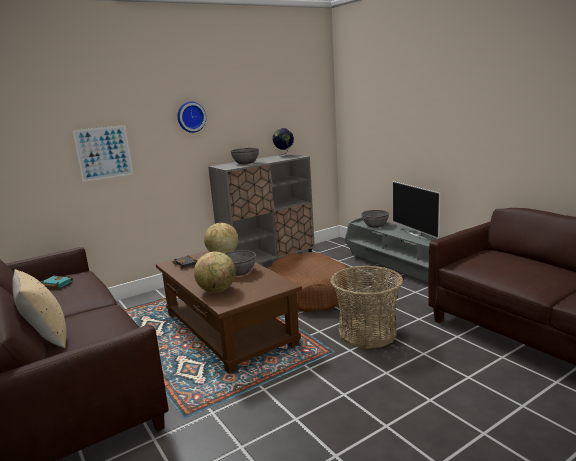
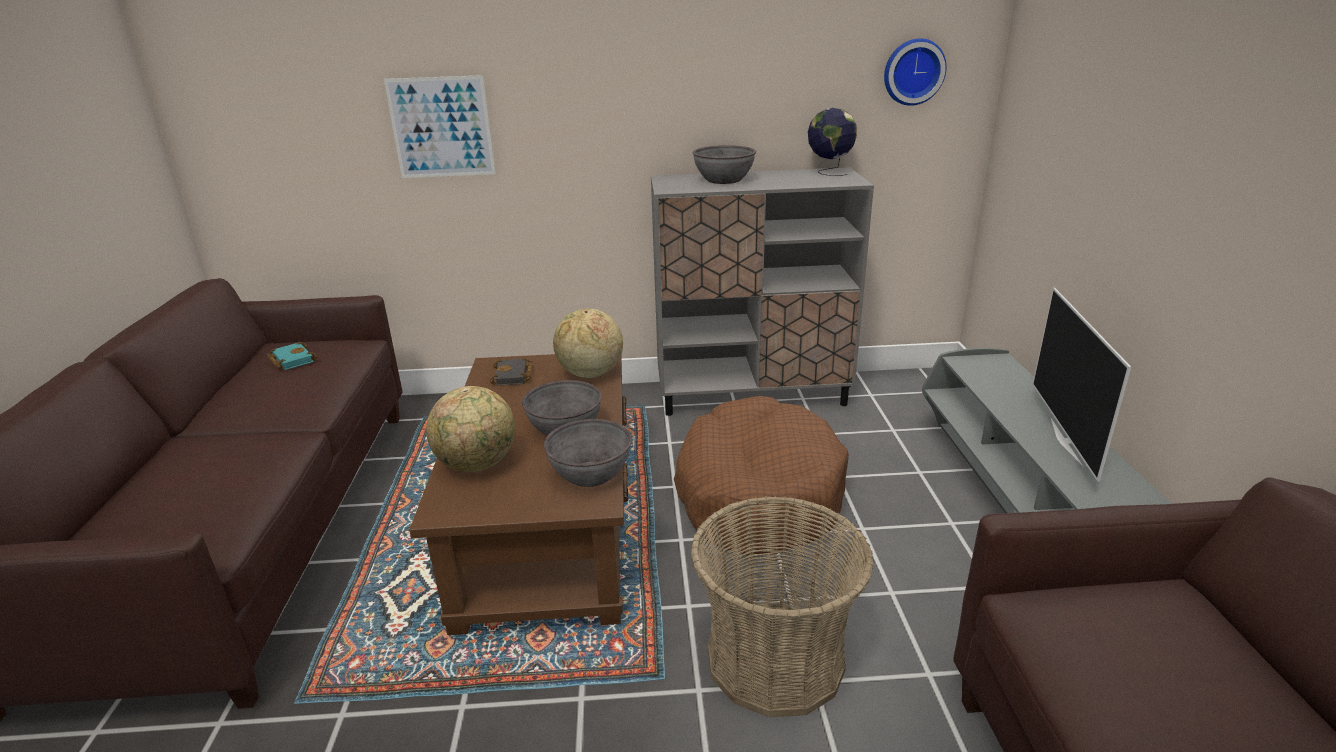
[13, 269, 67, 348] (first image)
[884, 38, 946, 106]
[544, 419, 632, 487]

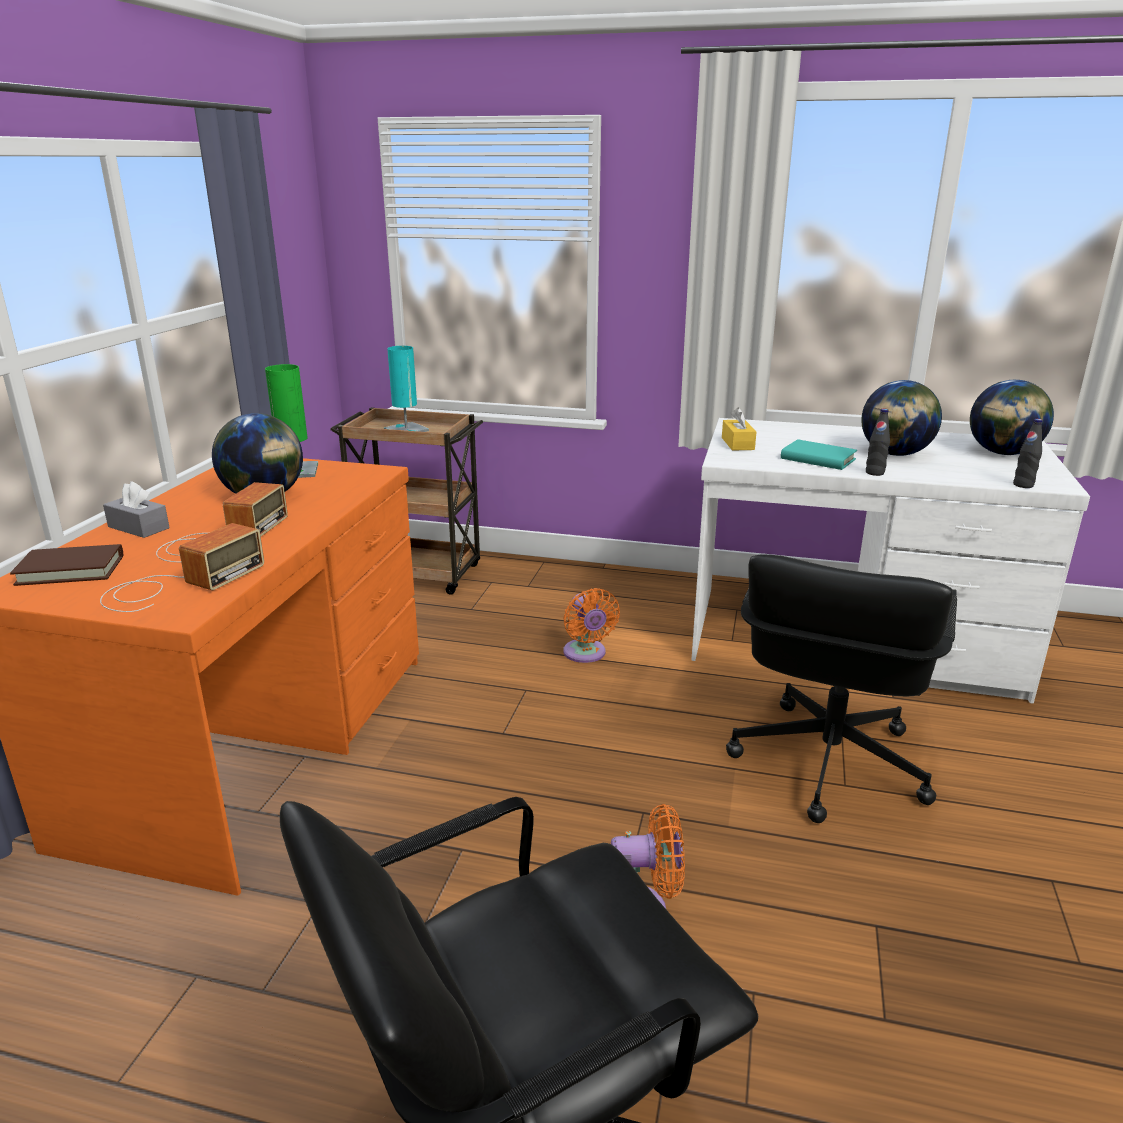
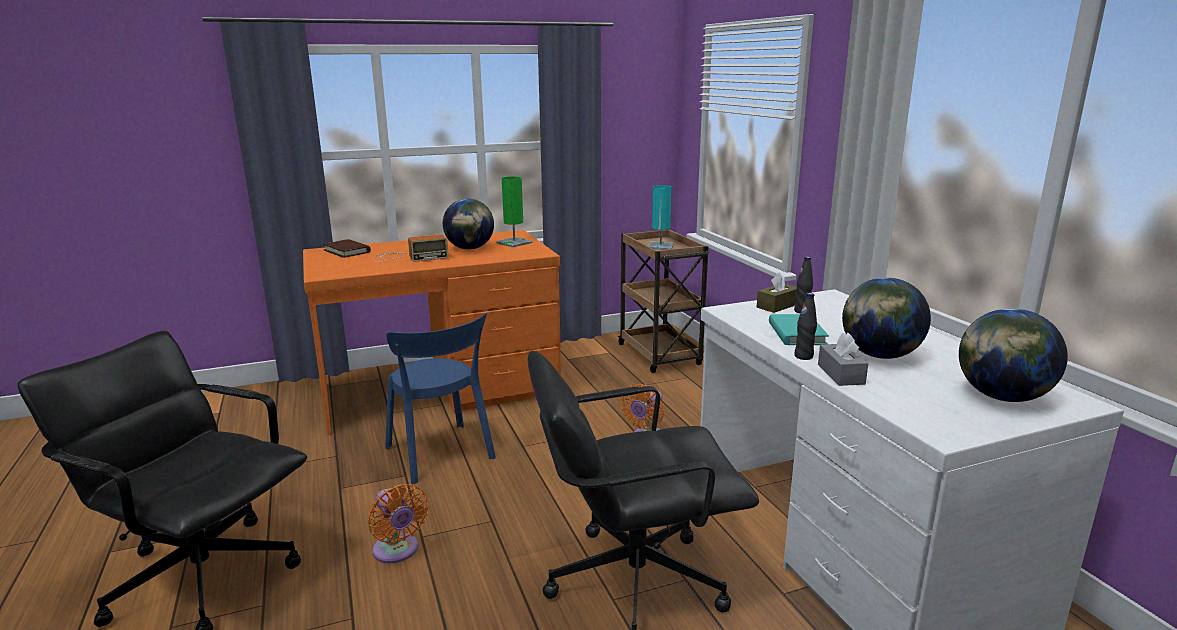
[100, 523, 264, 612] (first image)
[818, 333, 868, 386]
[757, 272, 797, 313]
[794, 256, 813, 313]
[385, 312, 496, 484]

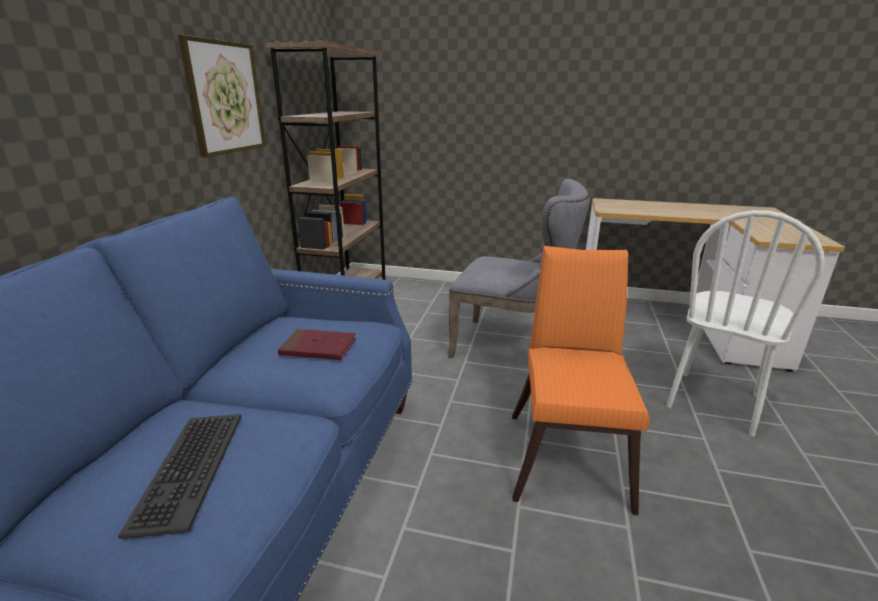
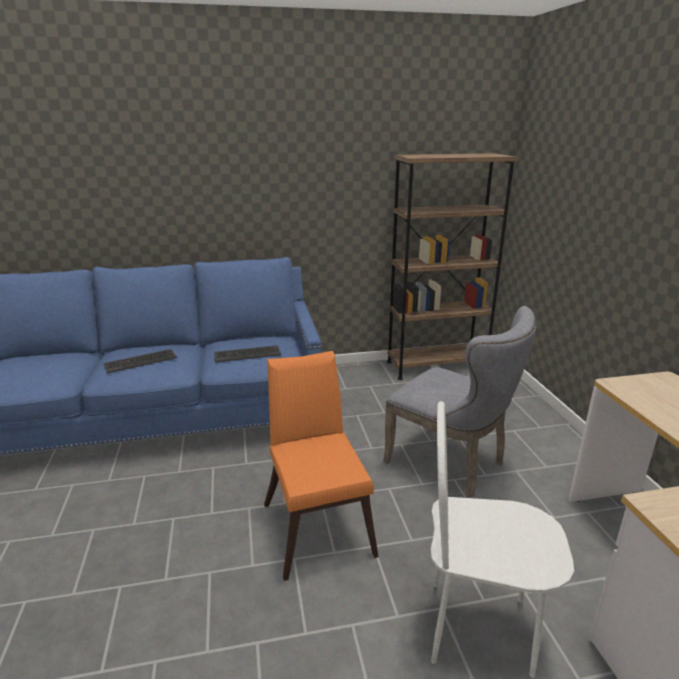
[178, 35, 266, 157] (first image)
[214, 345, 281, 362]
[383, 306, 536, 498]
[264, 351, 379, 581]

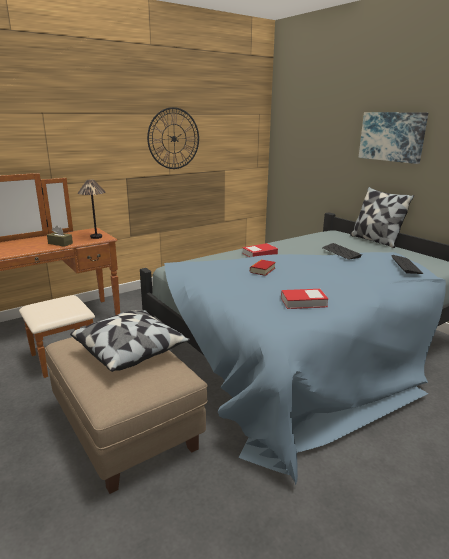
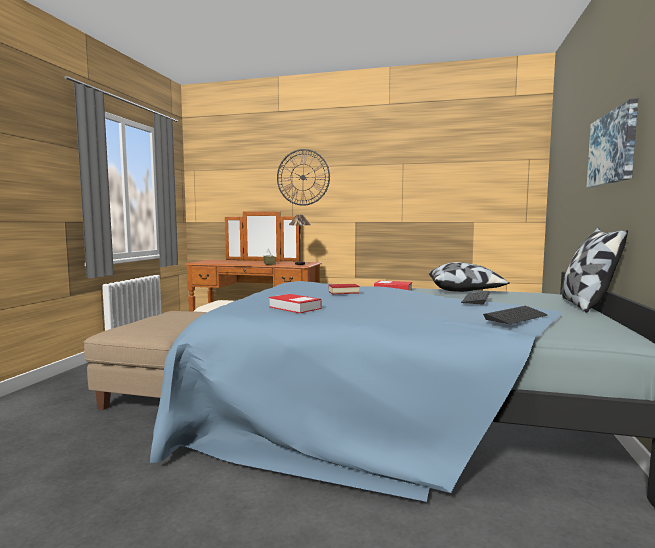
[429, 262, 510, 292]
[277, 149, 330, 206]

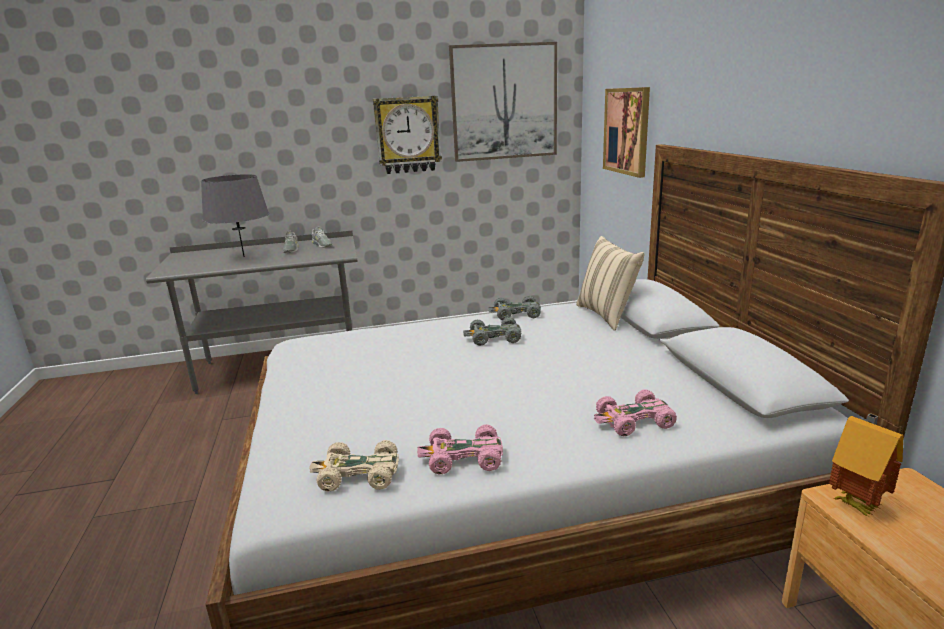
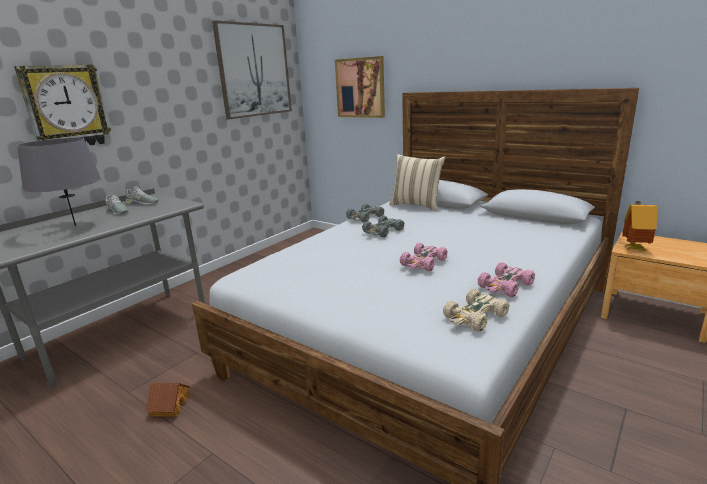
[14, 65, 111, 145]
[400, 243, 448, 271]
[145, 383, 190, 417]

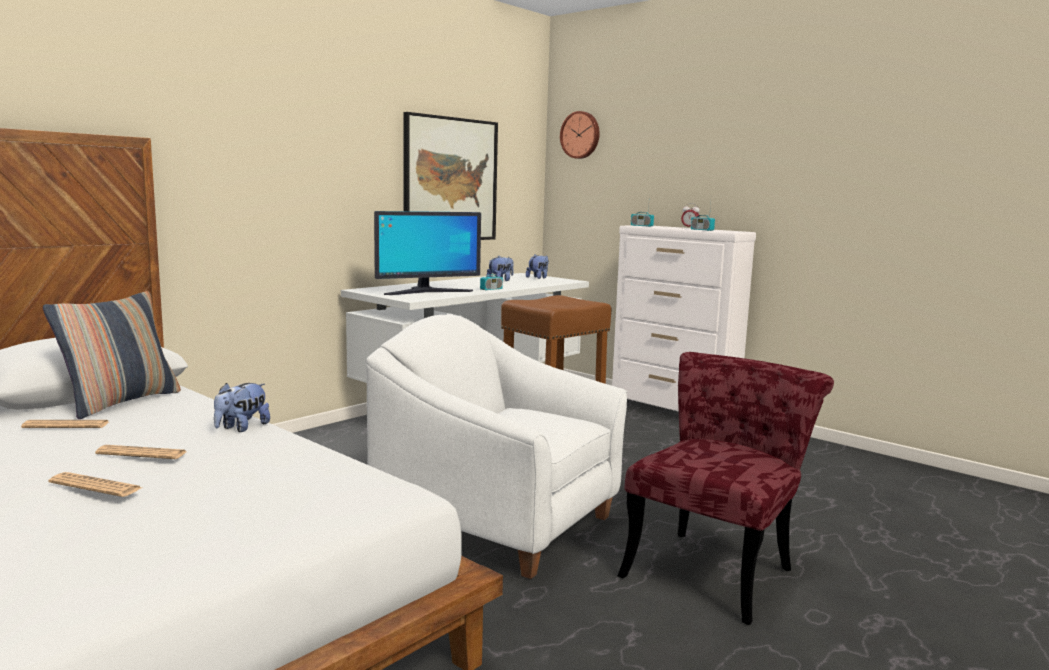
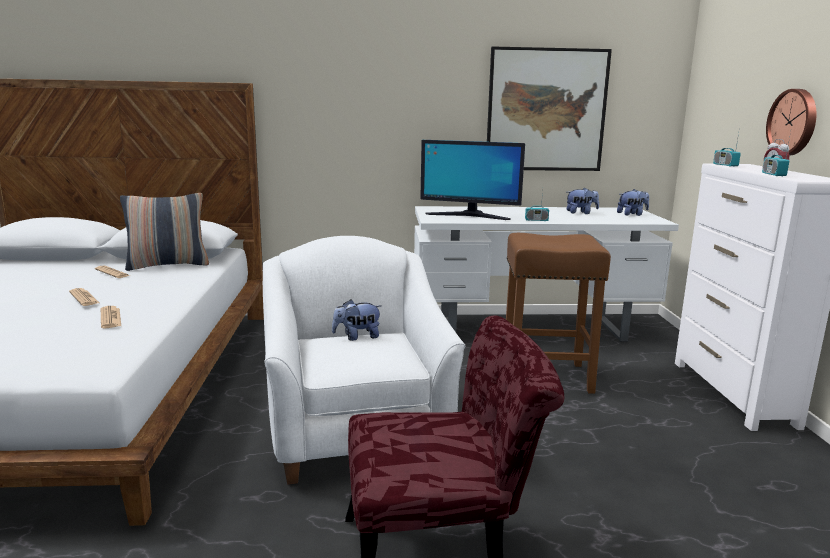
[101, 306, 121, 328]
[332, 299, 382, 341]
[766, 89, 817, 156]

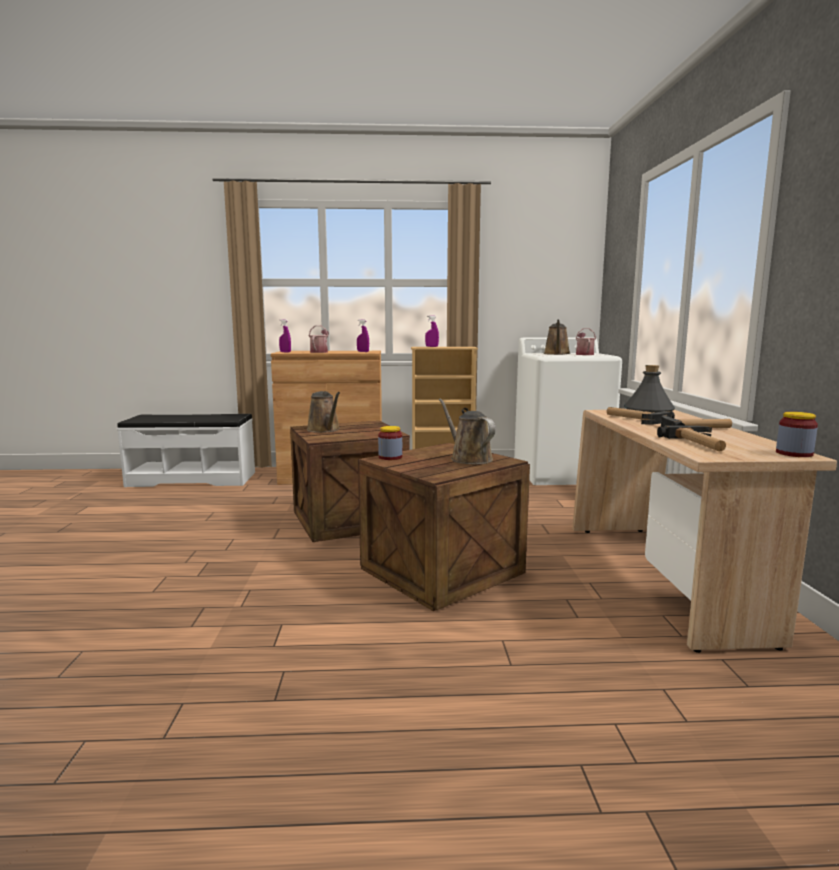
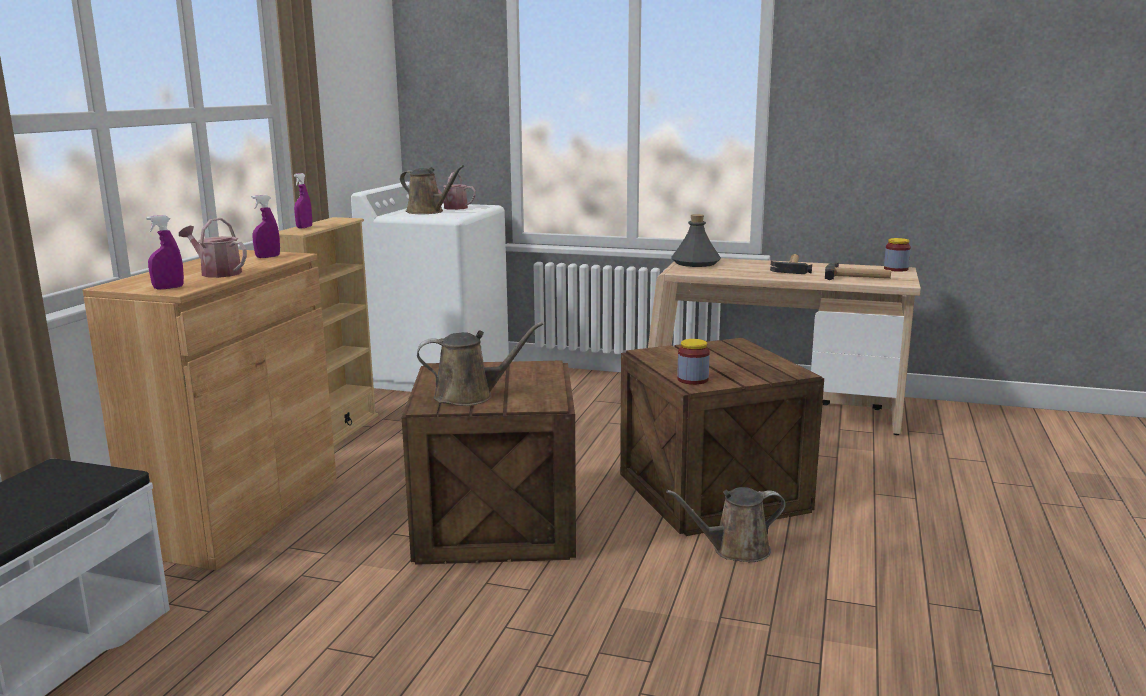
[666, 487, 786, 562]
[607, 407, 675, 425] (first image)

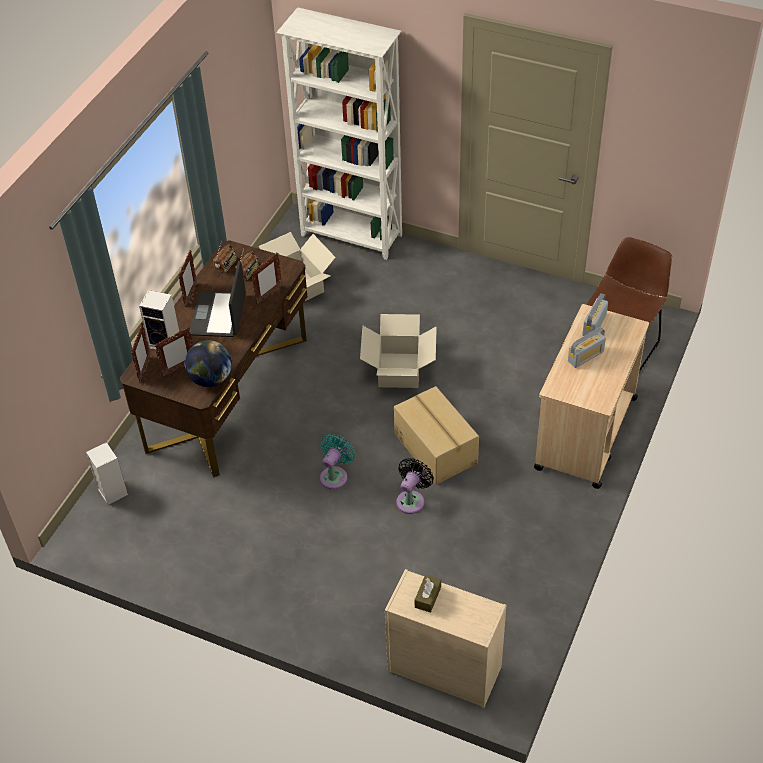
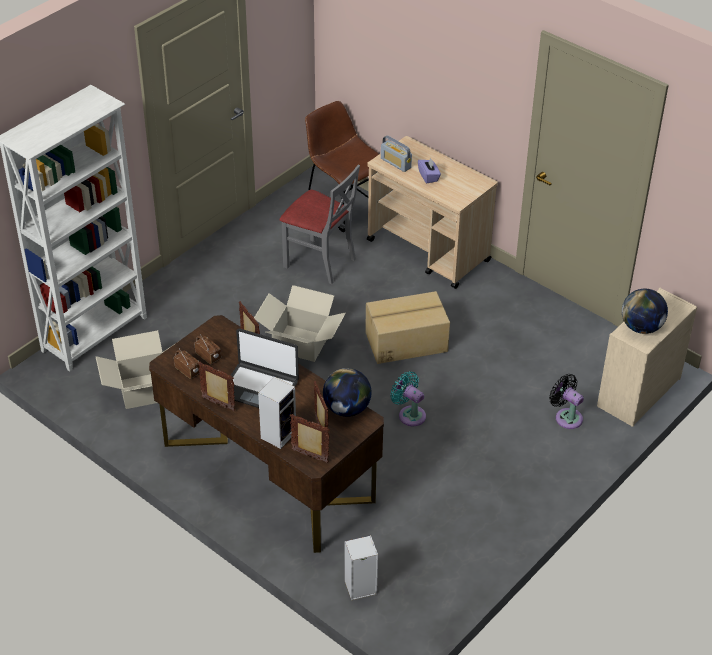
[549, 374, 584, 429]
[622, 289, 668, 334]
[418, 158, 441, 183]
[280, 165, 360, 284]

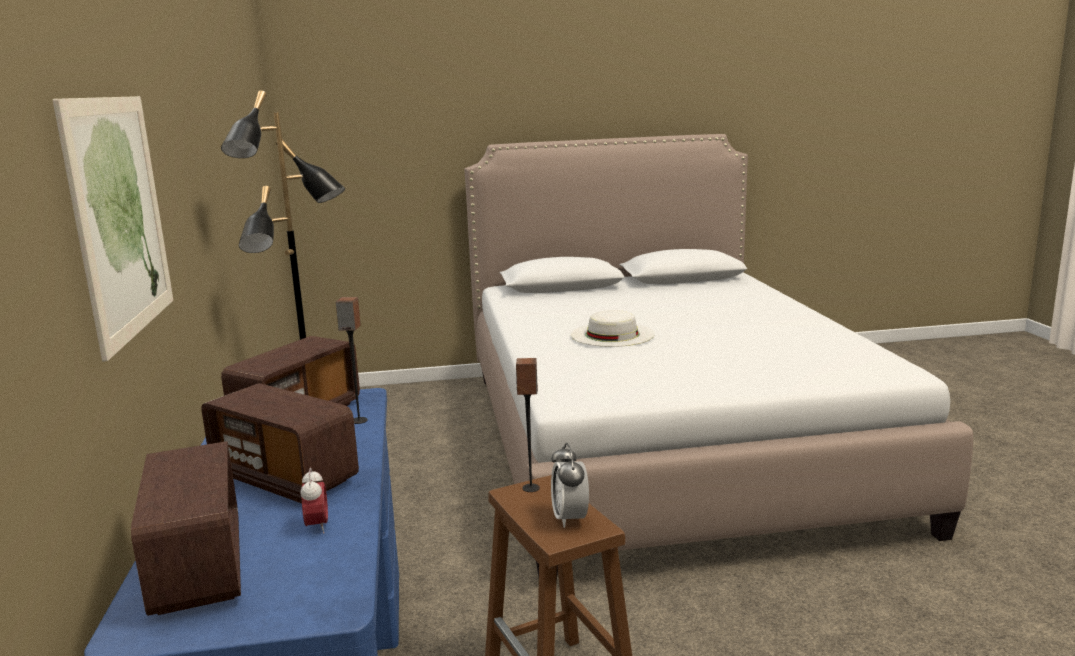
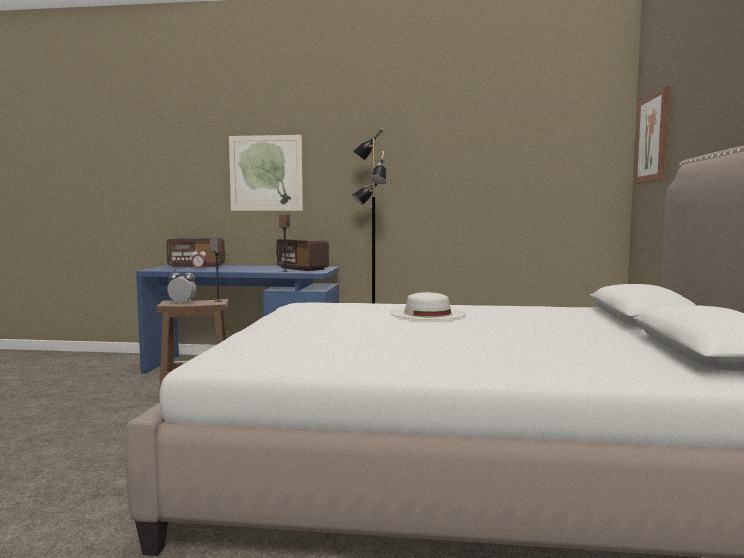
[202, 383, 359, 503] (first image)
[634, 86, 670, 184]

